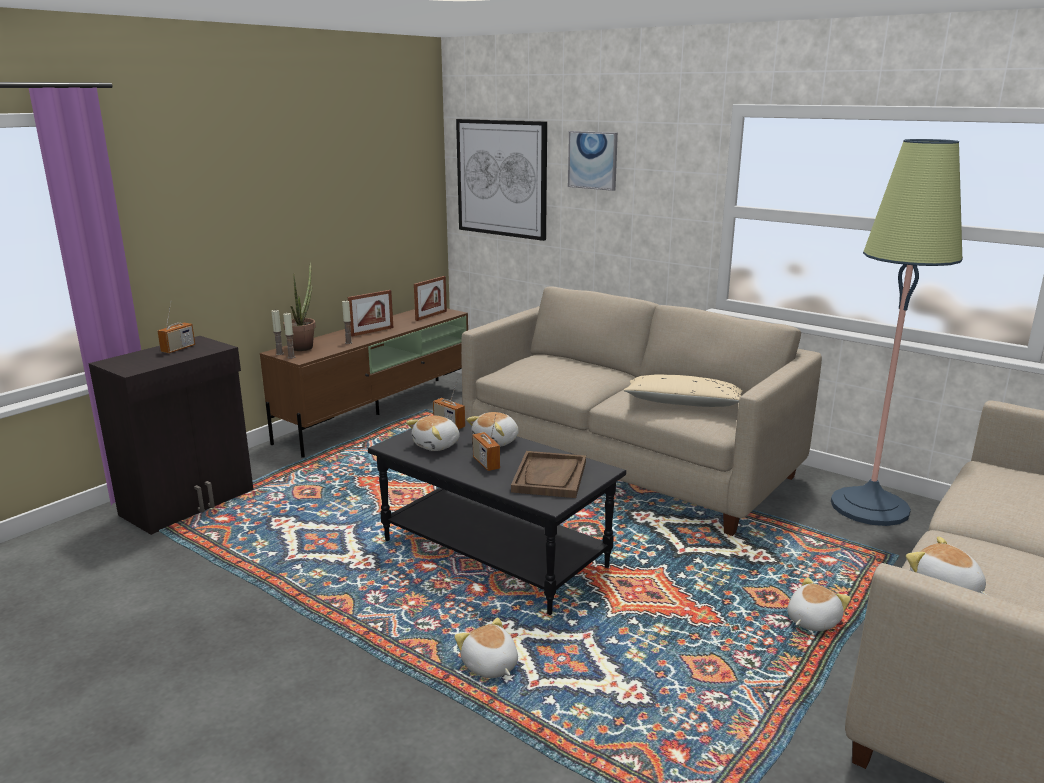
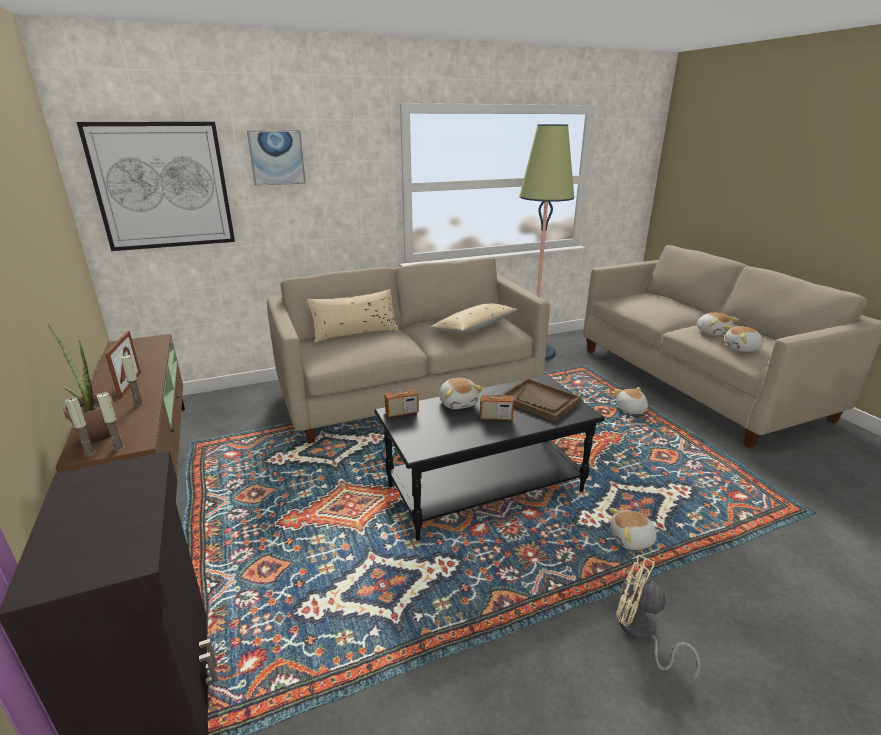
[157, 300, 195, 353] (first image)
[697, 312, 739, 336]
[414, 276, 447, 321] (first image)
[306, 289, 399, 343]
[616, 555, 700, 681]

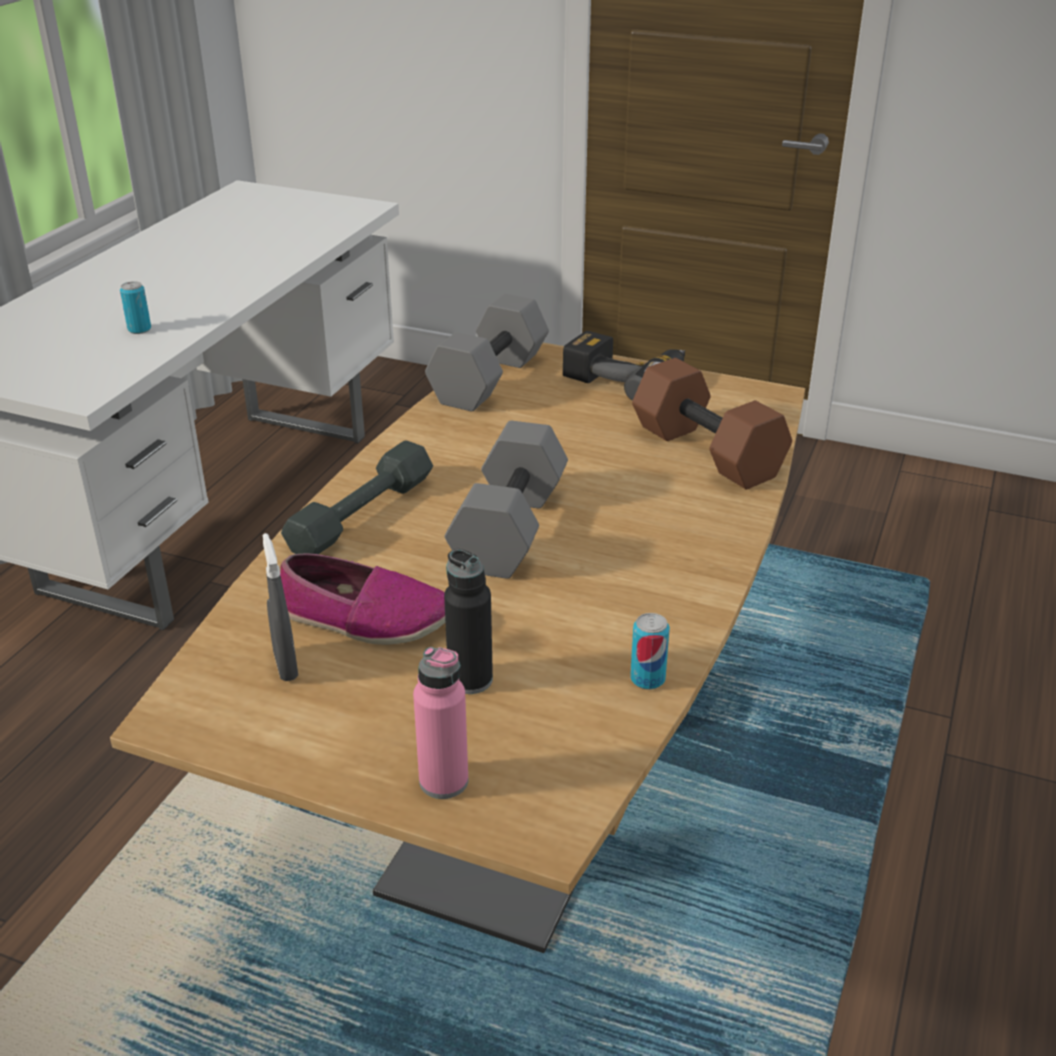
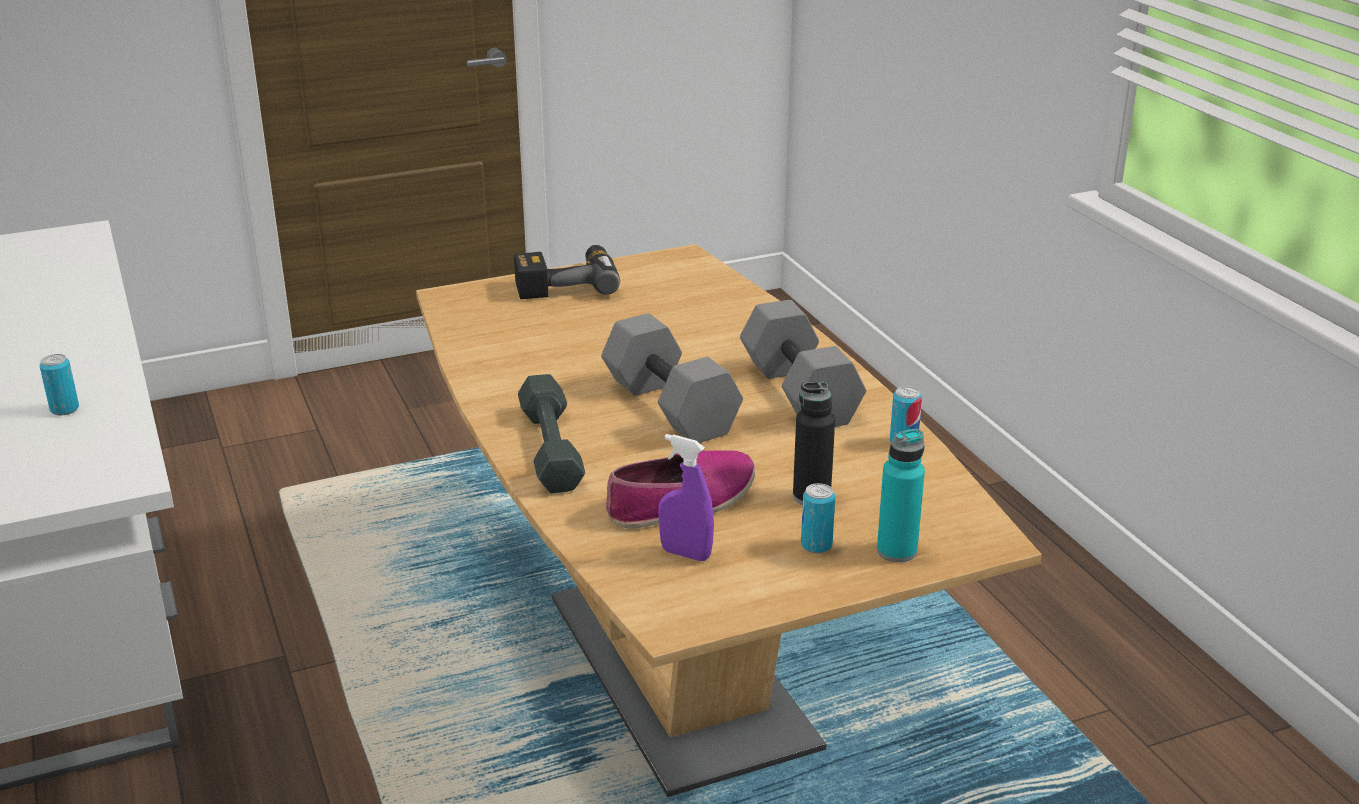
[658, 434, 714, 561]
[877, 429, 925, 562]
[740, 300, 866, 427]
[632, 358, 792, 490] (first image)
[801, 483, 835, 553]

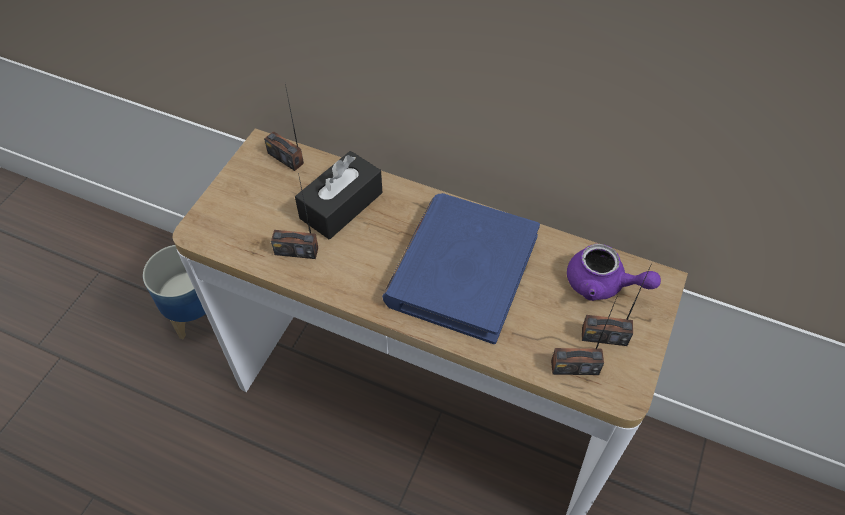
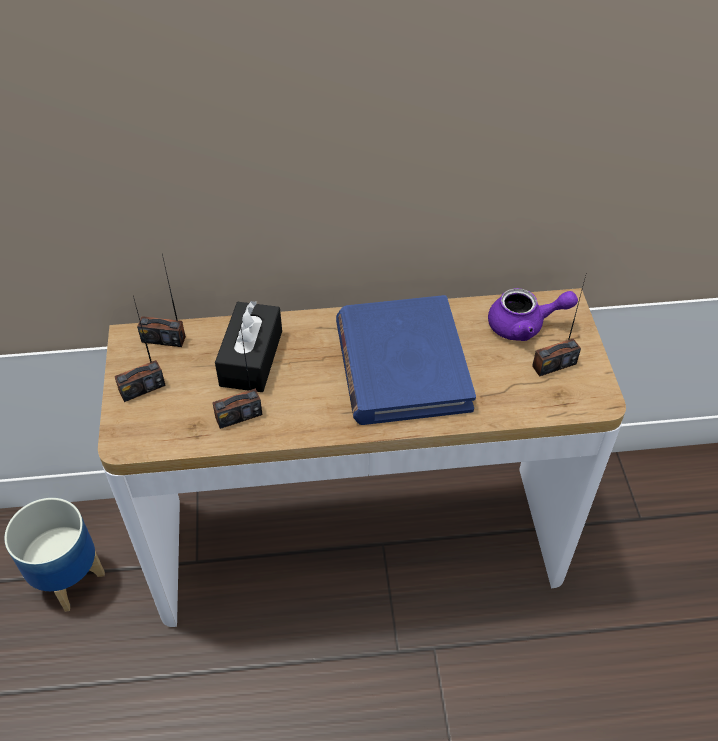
[114, 296, 166, 402]

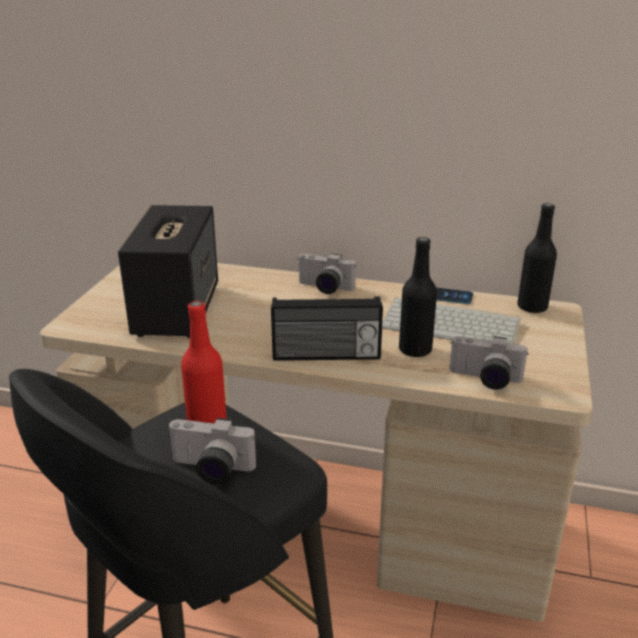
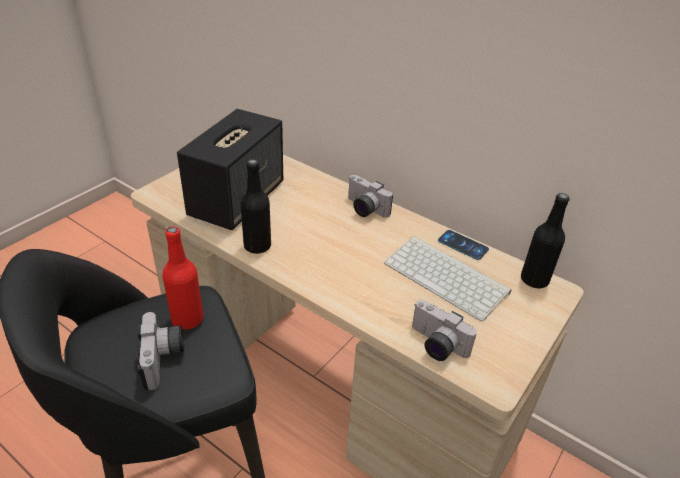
[137, 312, 184, 390]
[271, 296, 383, 361] (first image)
[240, 159, 271, 254]

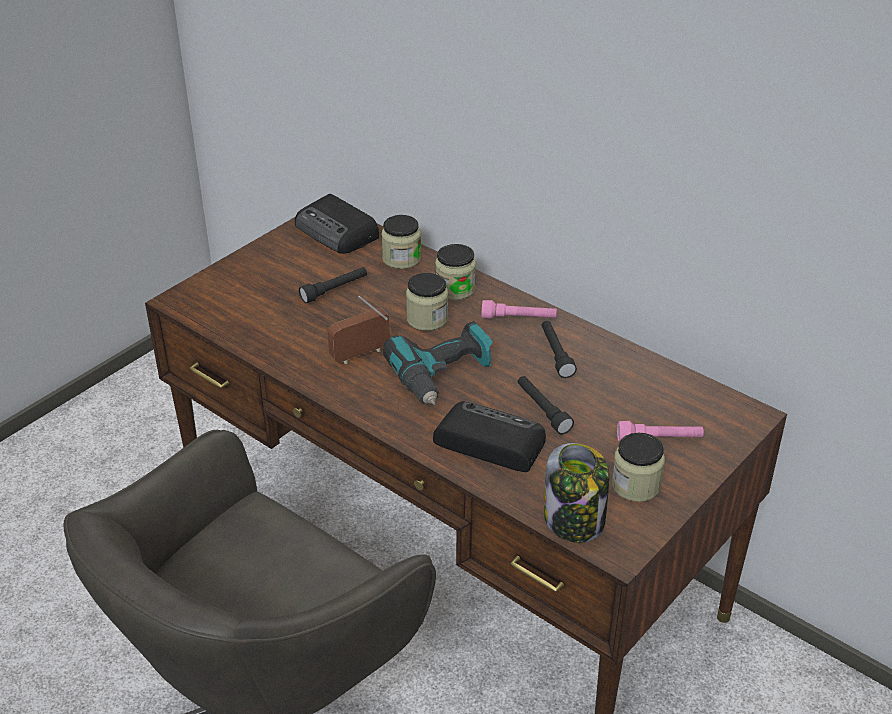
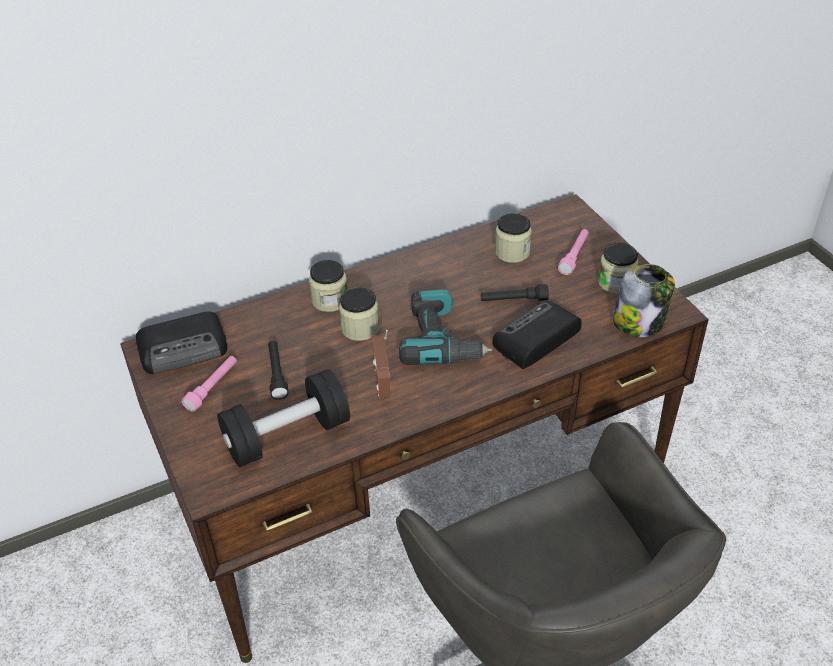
[495, 213, 532, 263]
[182, 356, 237, 412]
[542, 321, 577, 378] (first image)
[217, 369, 350, 467]

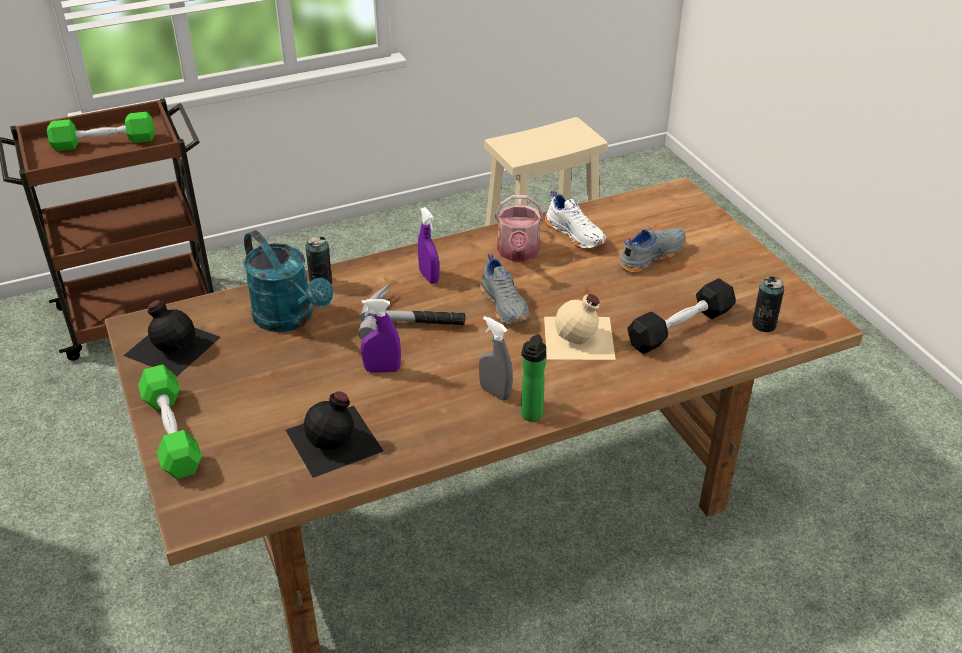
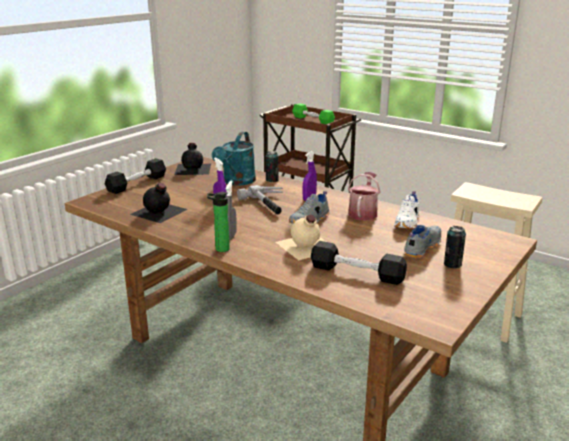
[105, 158, 166, 194]
[348, 172, 381, 221]
[403, 225, 441, 259]
[444, 226, 466, 268]

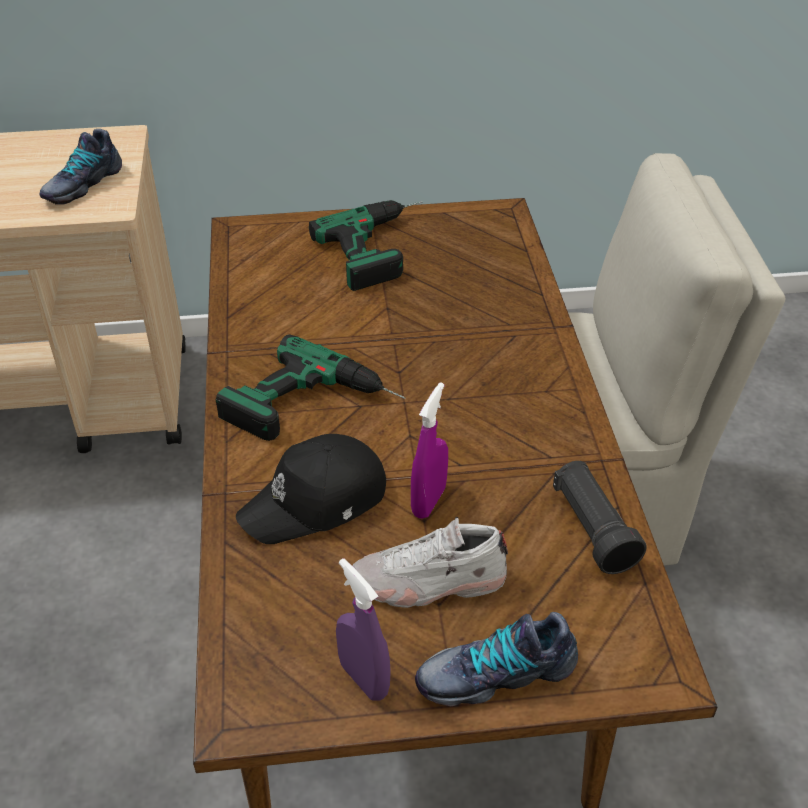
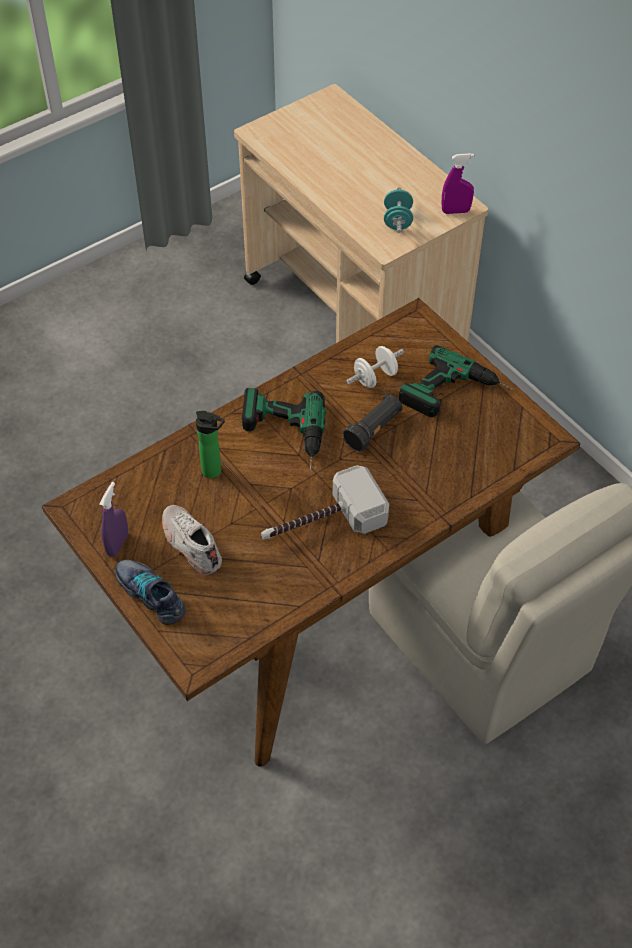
[384, 187, 413, 233]
[196, 411, 225, 478]
[442, 153, 474, 214]
[343, 394, 403, 452]
[261, 465, 389, 540]
[346, 346, 404, 388]

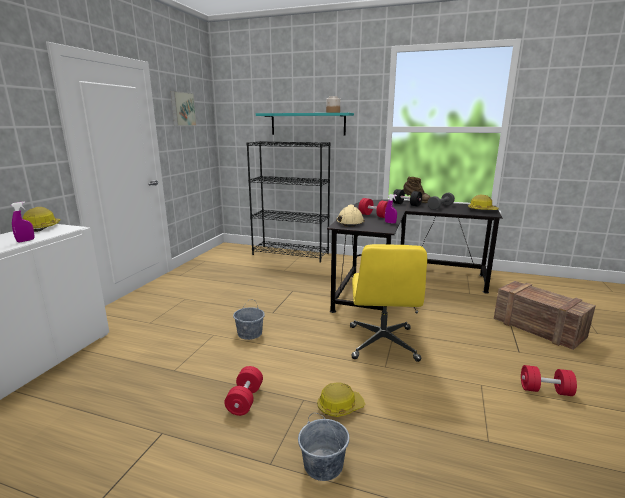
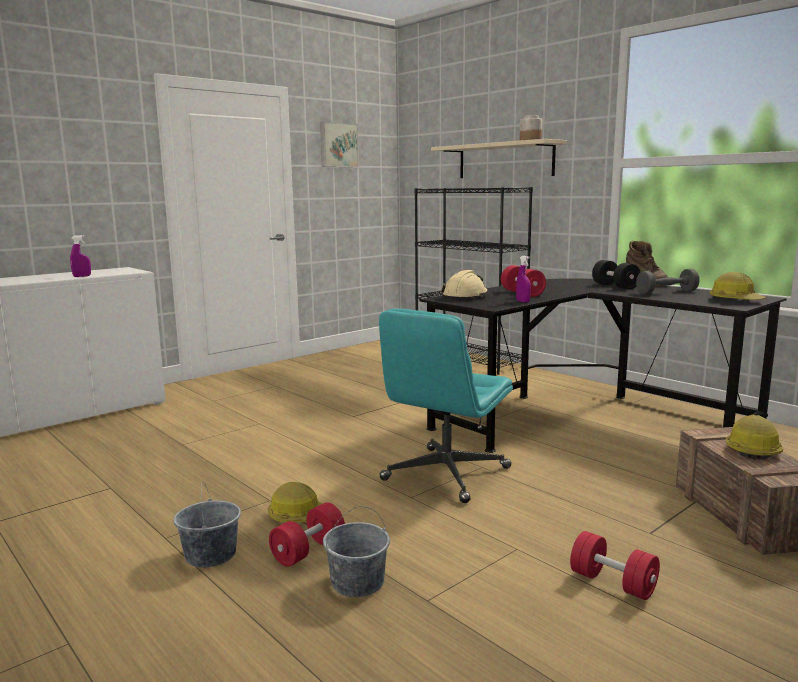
[726, 415, 783, 460]
[269, 502, 345, 567]
[323, 506, 390, 597]
[431, 139, 567, 178]
[379, 309, 513, 503]

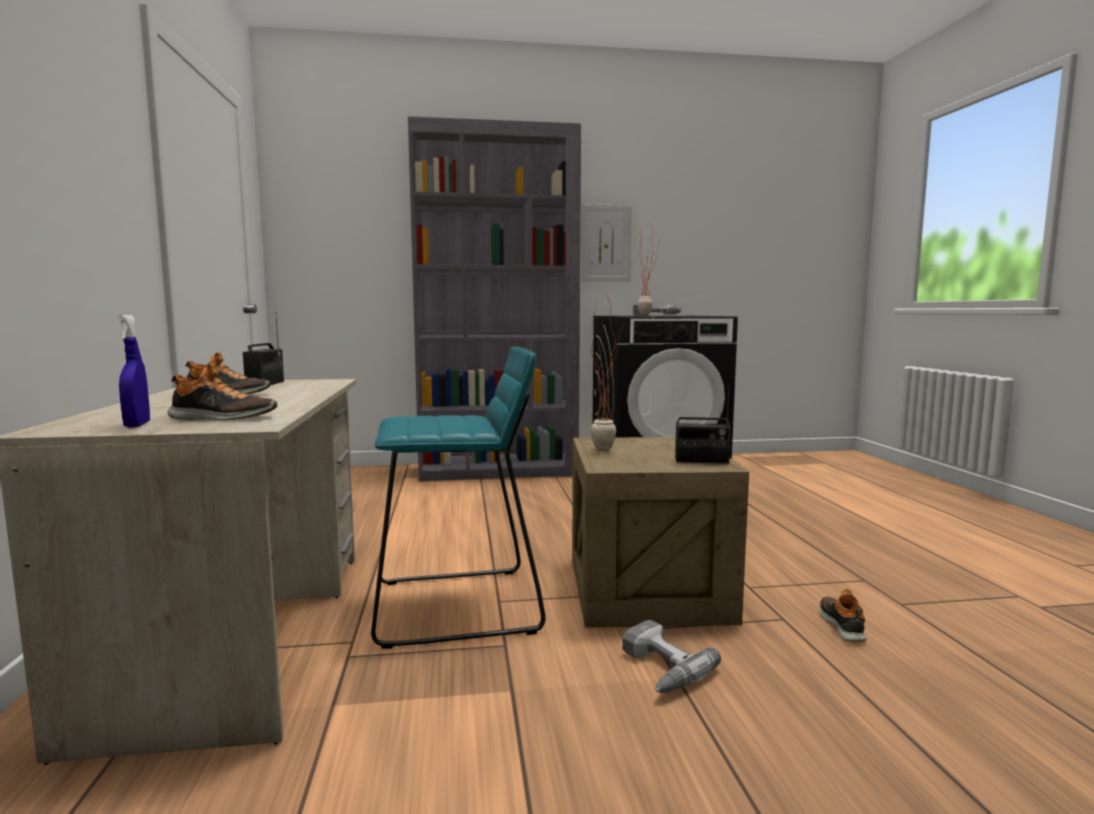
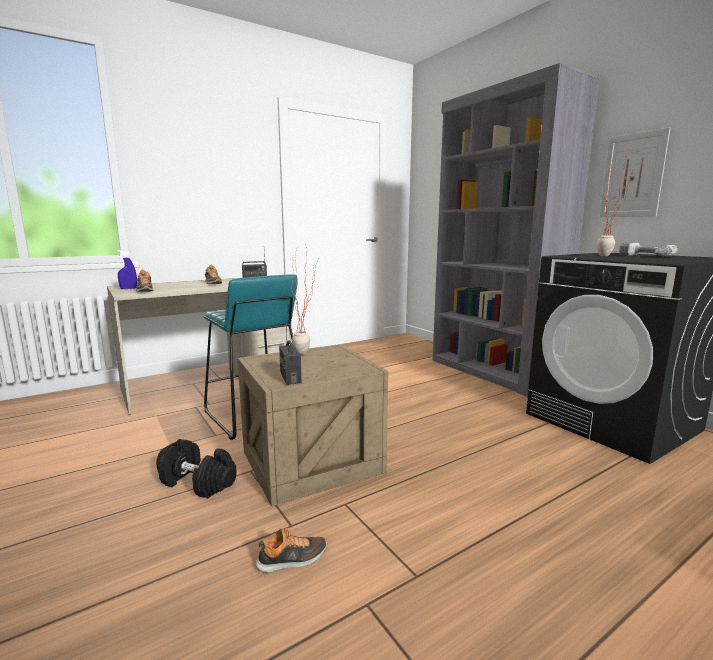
[156, 439, 237, 498]

